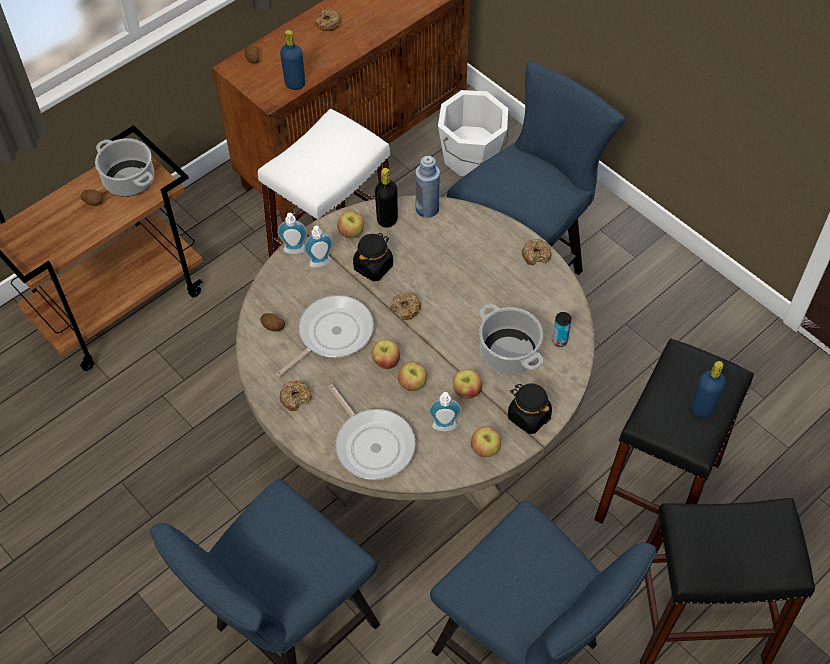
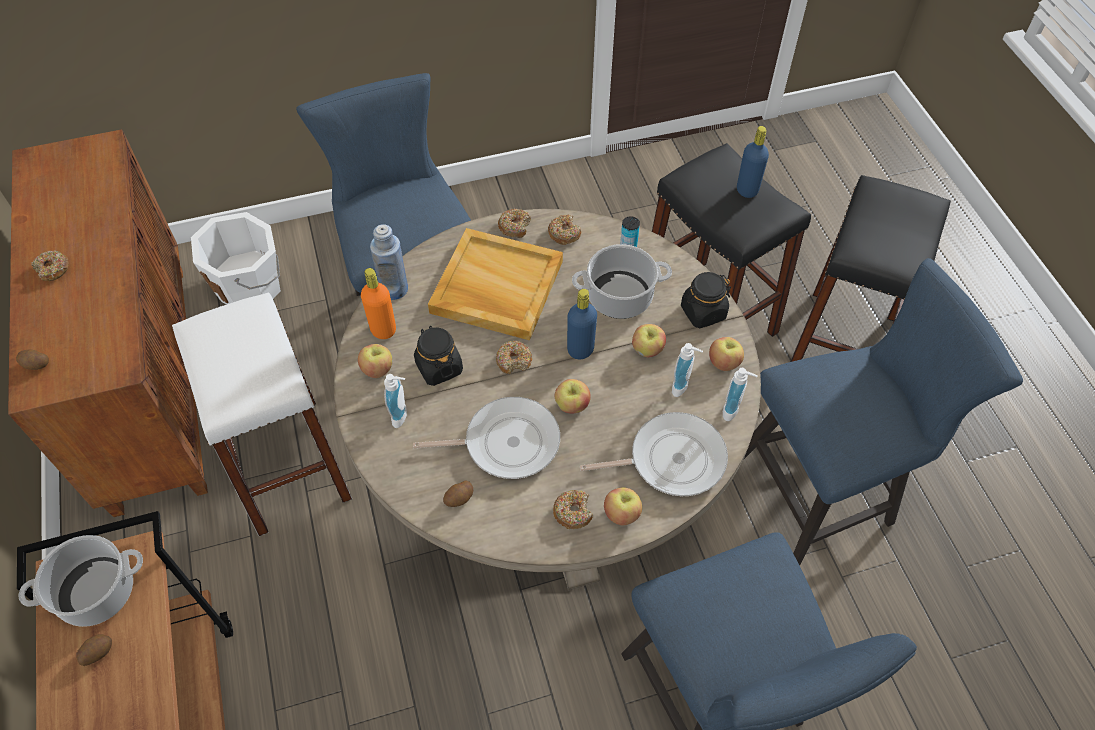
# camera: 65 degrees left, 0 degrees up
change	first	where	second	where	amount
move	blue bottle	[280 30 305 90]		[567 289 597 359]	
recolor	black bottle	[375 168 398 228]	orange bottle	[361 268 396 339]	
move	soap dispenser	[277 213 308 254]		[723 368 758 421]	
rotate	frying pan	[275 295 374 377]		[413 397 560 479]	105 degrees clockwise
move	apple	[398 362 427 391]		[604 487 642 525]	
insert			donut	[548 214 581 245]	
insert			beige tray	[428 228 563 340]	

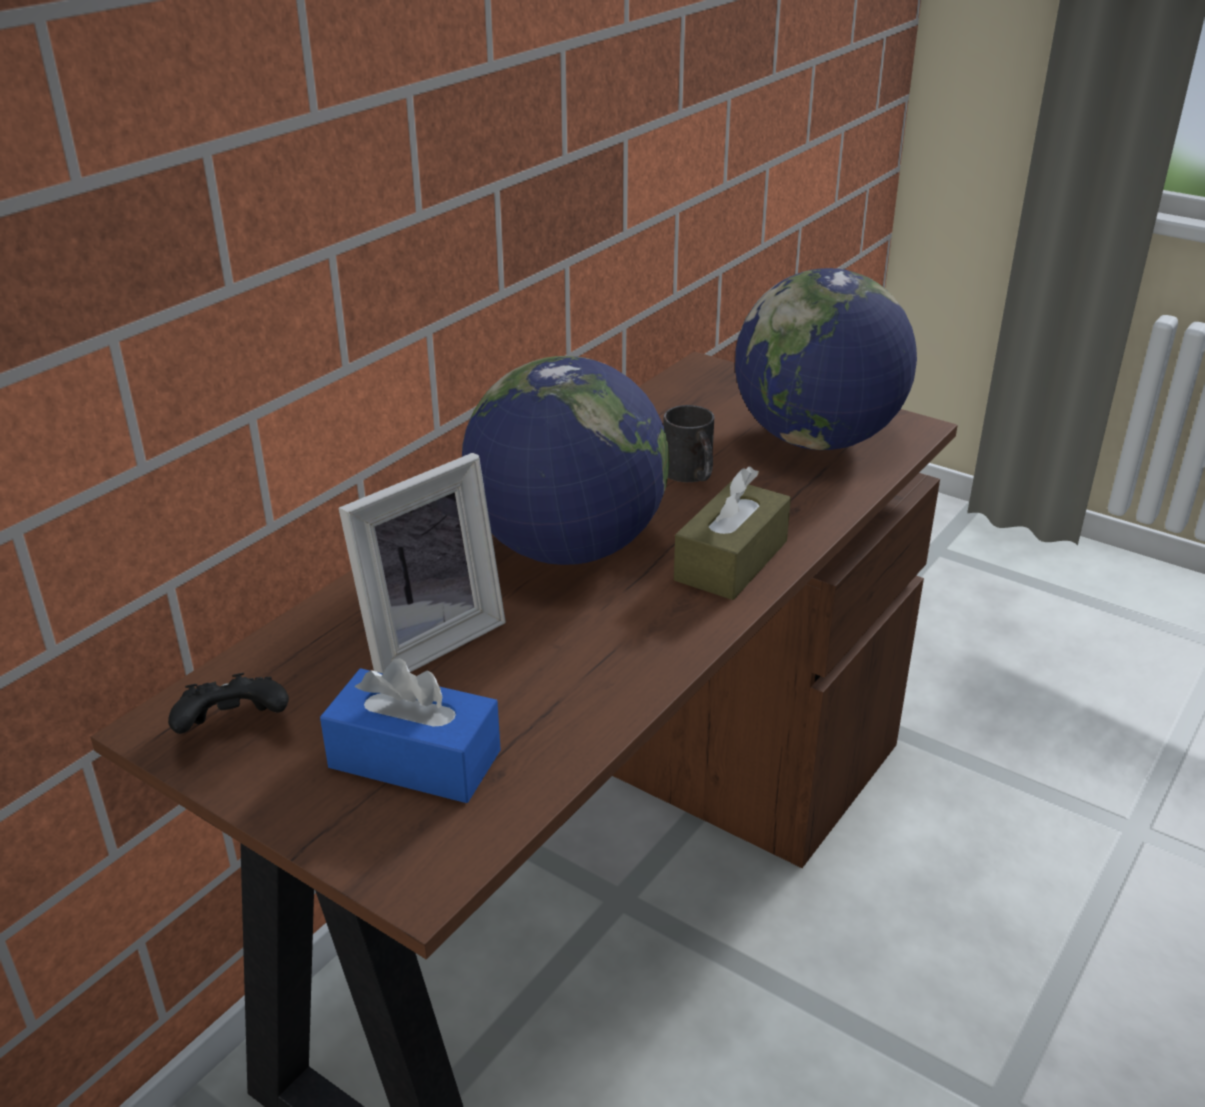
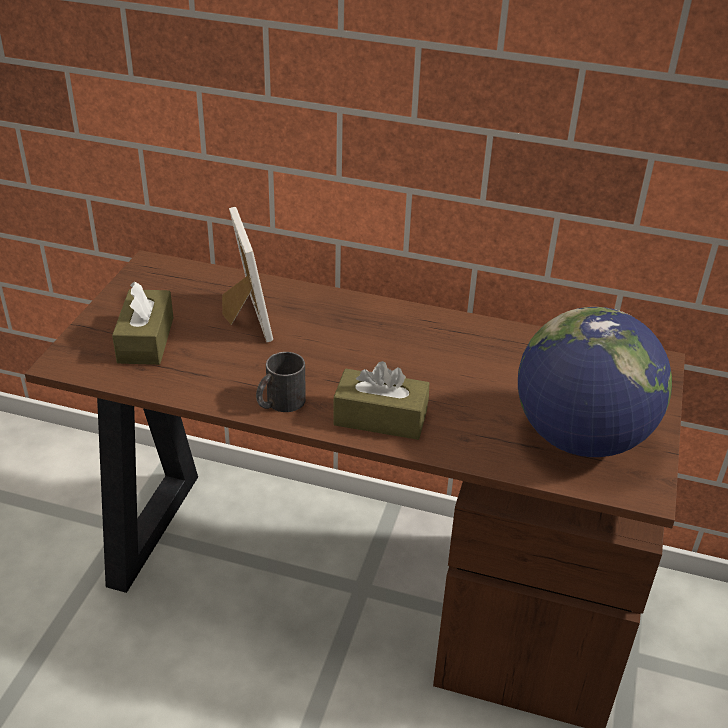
# camera: 70 degrees right, 5 degrees up
change	first	where	second	where	amount
delete	globe	[462 356 669 565]			
move	black mug	[663 405 714 482]		[256 352 306 412]	
rotate	picture frame	[339 453 506 673]		[222 207 273 342]	135 degrees counterclockwise
recolor	blue tissue box	[320 658 501 803]	brown tissue box	[112 282 174 365]	
delete	black game controller	[168 673 289 734]			

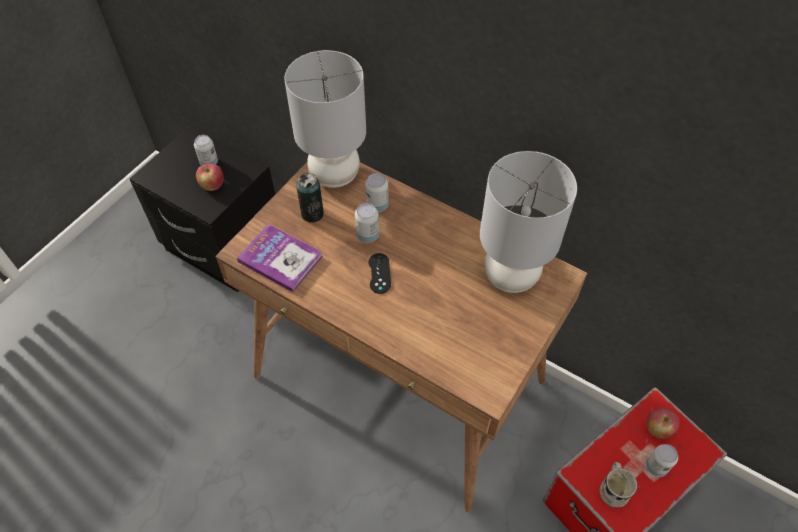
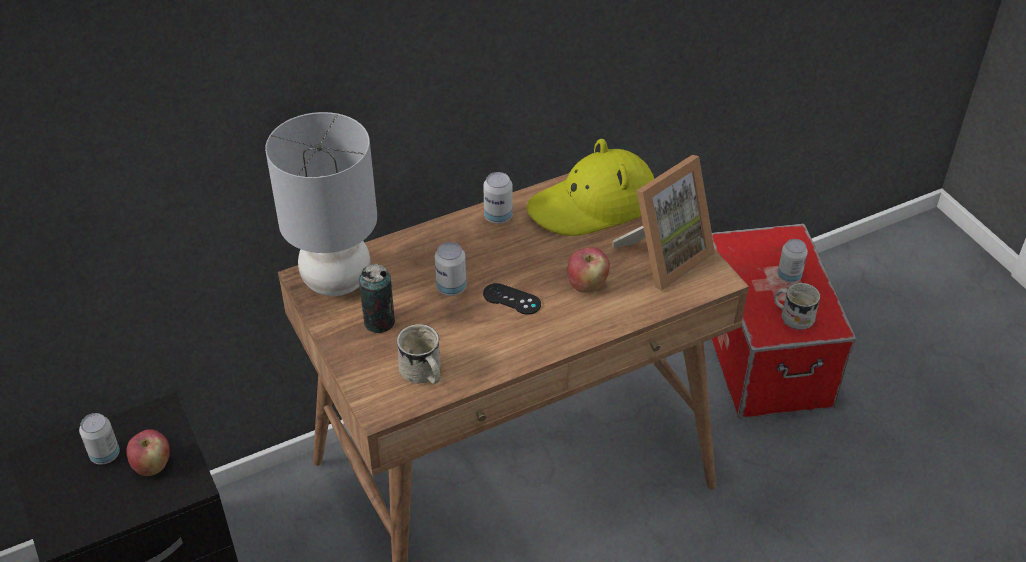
# camera: 60 degrees left, 10 degrees down
change	first	where	second	where	amount
replace	grey table lamp	[480 151 577 293]	yellow hat	[527 139 654 236]	
move	can	[365 173 389 212]		[483 172 513 224]	
replace	book	[237 224 323 292]	white mug	[397 324 441 384]	
move	apple	[646 407 680 439]		[568 247 610 293]	
insert			picture frame	[612 155 715 291]	

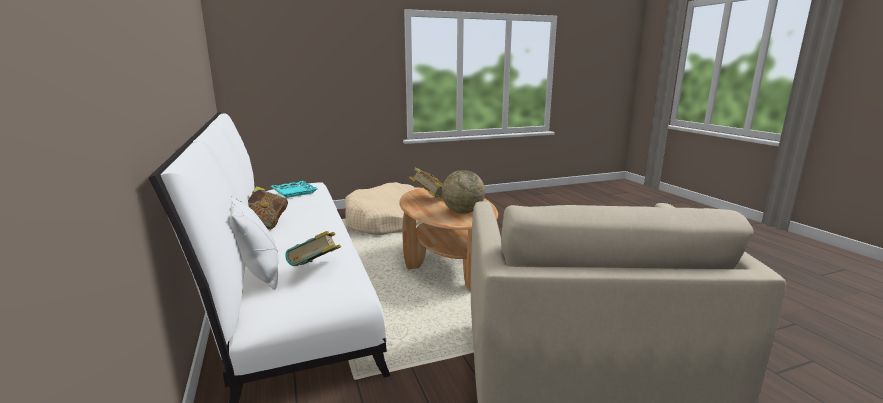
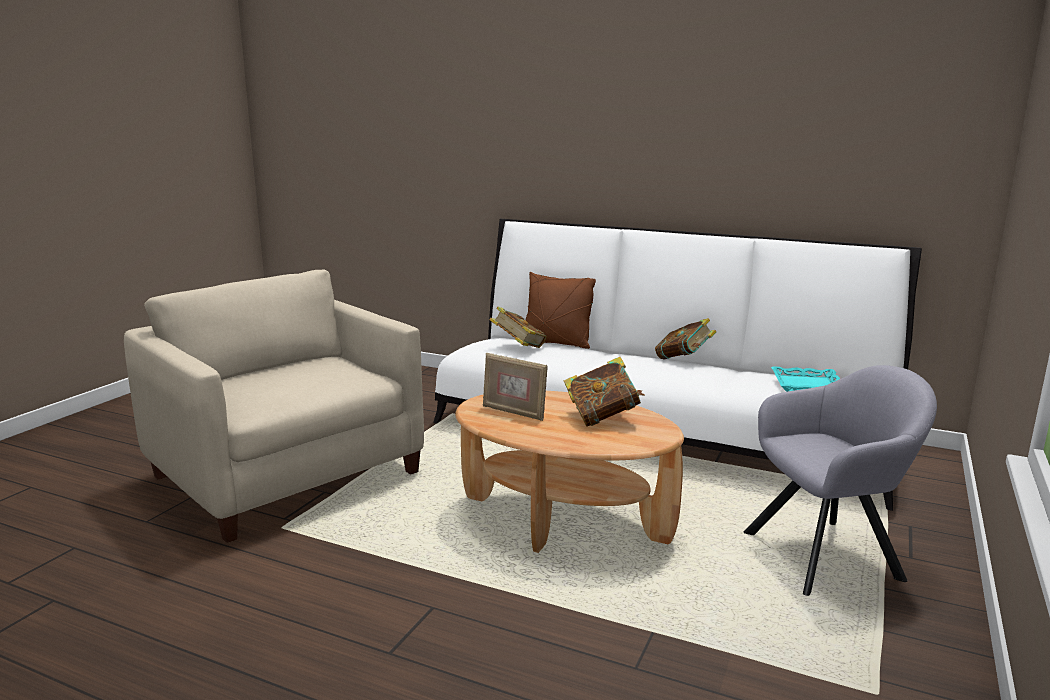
# camera: 135 degrees right, 0 degrees up
change	first	where	second	where	amount
replace	globe	[442 170 485 214]	picture frame	[483 353 548 421]	
replace	beige dog bed	[345 182 422 235]	grey armchair	[744 365 937 596]	
recolor	white pillow	[230 195 278 290]	brown pillow	[526 272 596 349]	

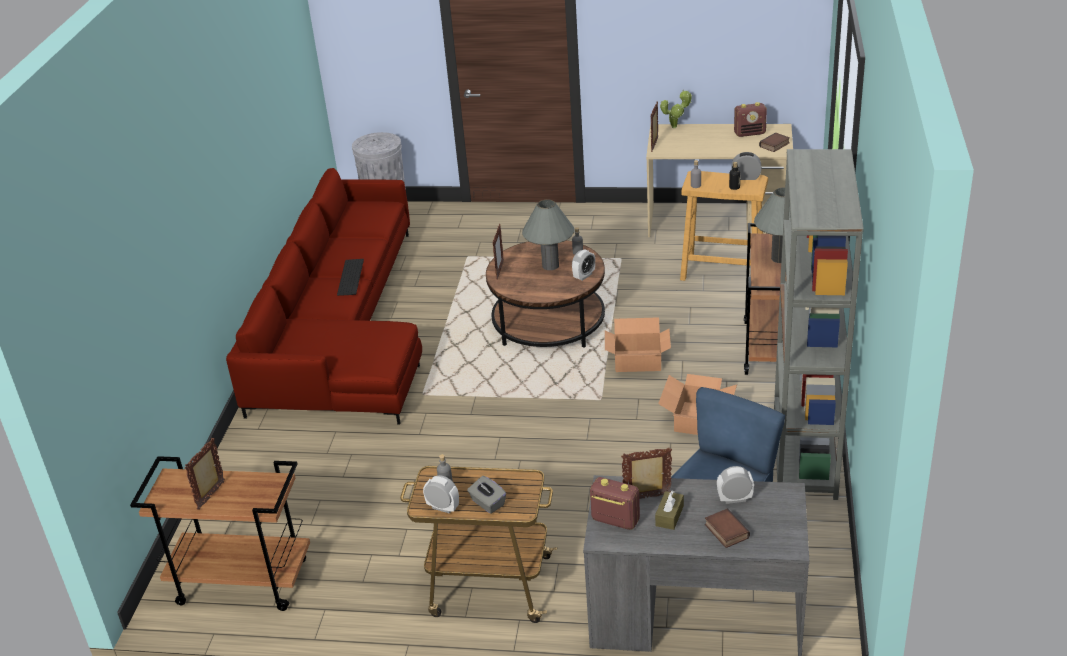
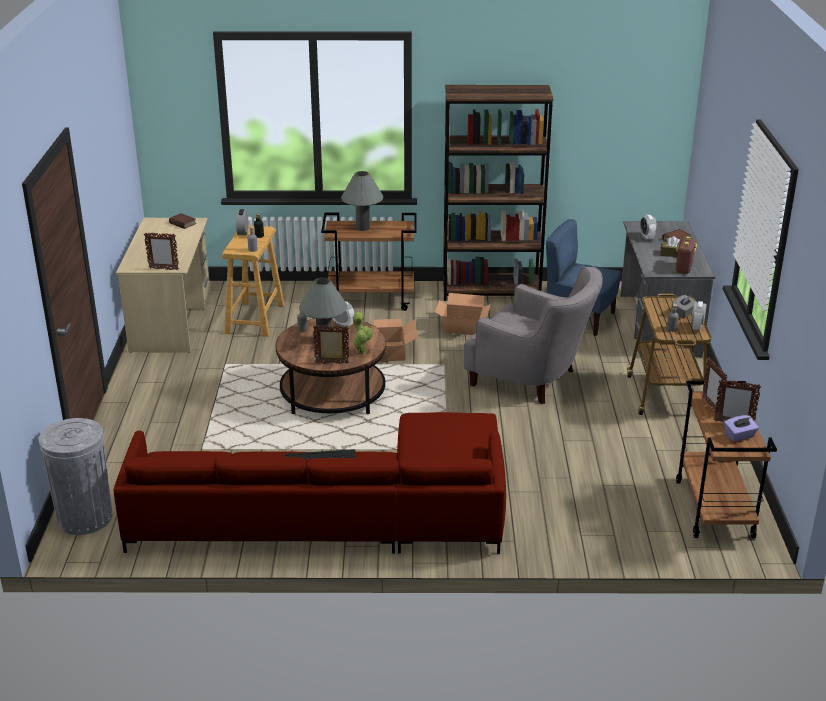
# camera: 100 degrees left, 5 degrees down
change	first	where	second	where	amount
move	potted plant	[660 90 692 128]		[352 312 373 354]	
delete	radio	[734 102 767 137]			
recolor	grey bookcase	[774 149 864 500]	brown bookcase	[443 85 554 301]	
move	picture frame	[621 448 672 499]		[702 357 727 413]	
insert			grey armchair	[463 267 603 404]	
insert			purple tissue box	[724 415 759 442]	

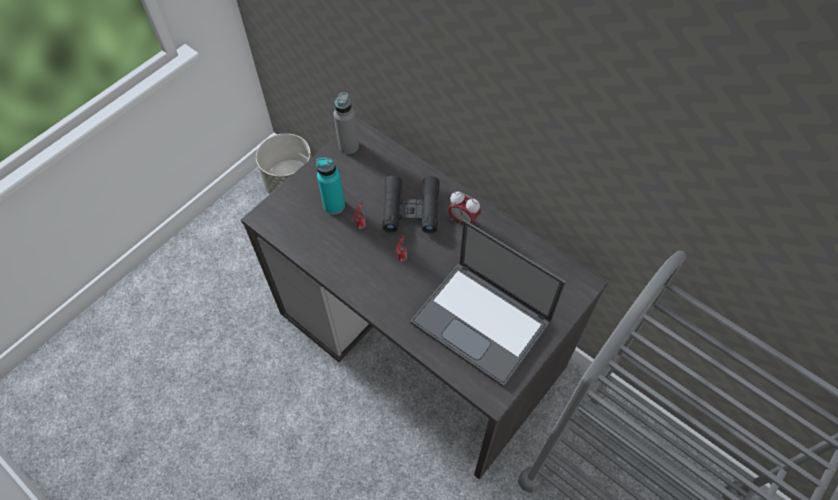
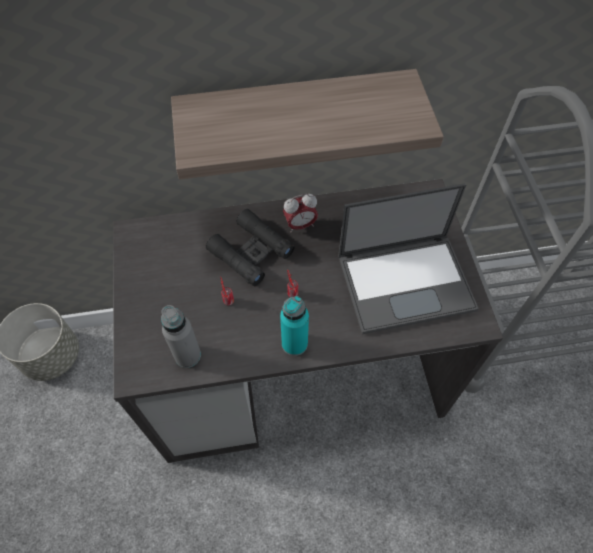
# camera: 50 degrees left, 0 degrees up
change	first	where	second	where	amount
move	grey bottle	[333 92 359 154]		[161 305 201 368]	
move	turquoise bottle	[316 157 345 214]		[280 296 309 356]	
insert			shelf	[171 69 444 179]	

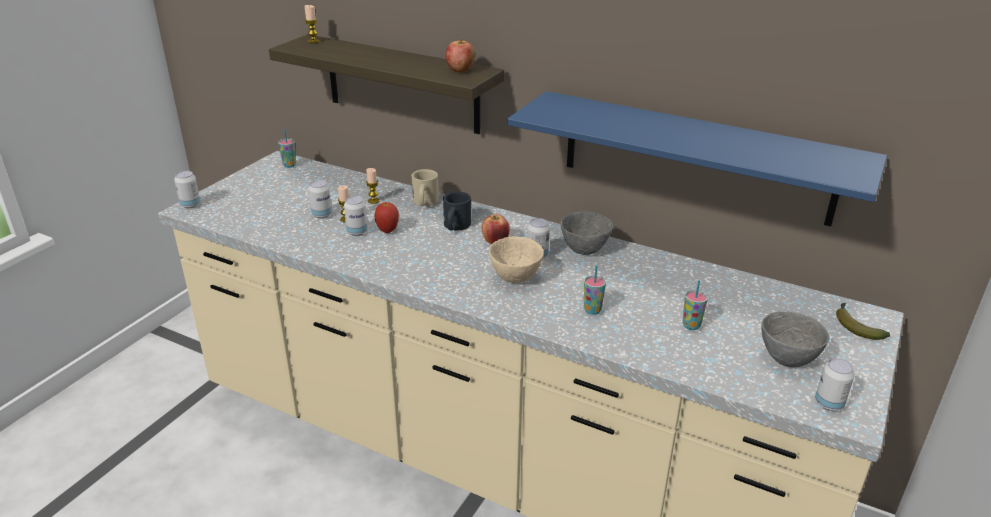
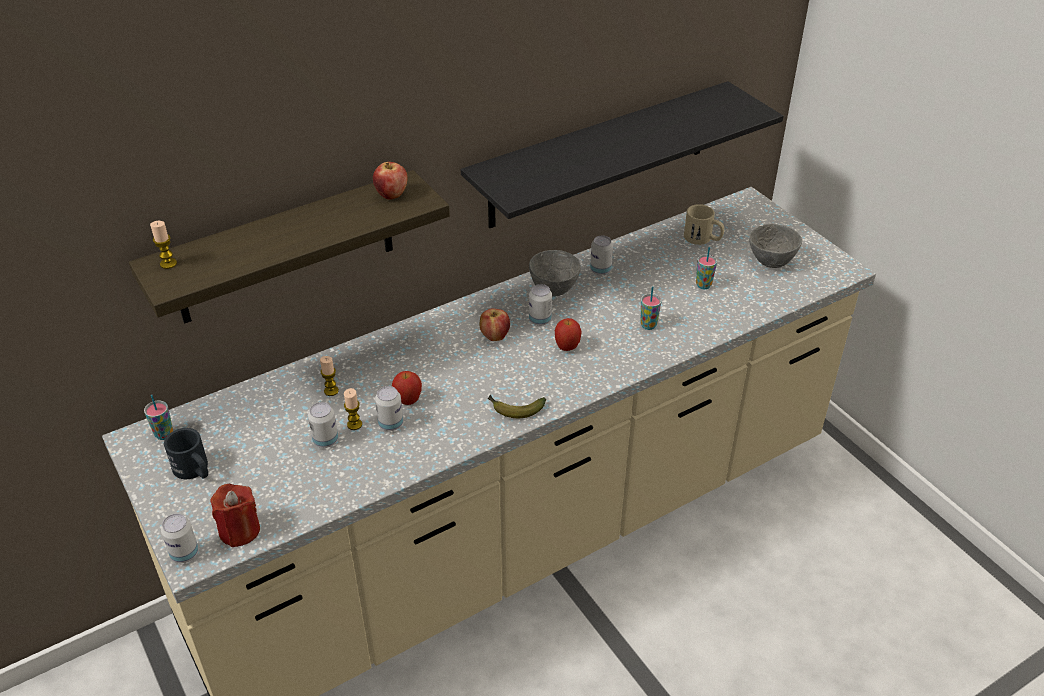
# camera: 60 degrees left, 10 degrees up
change	first	where	second	where	amount
recolor	blue shelf	[507 91 887 226]	black shelf	[461 81 783 228]	
move	beige mug	[412 169 439 206]		[684 204 724 245]	
move	black mug	[443 192 471 231]		[164 428 208 479]	
replace	beige bowl	[489 236 544 283]	apple	[555 318 582 351]	
move	banana	[836 303 890 340]		[488 395 546 418]	
move	can	[815 358 855 411]		[590 236 613 275]	
insert			red candle	[210 484 260 547]	

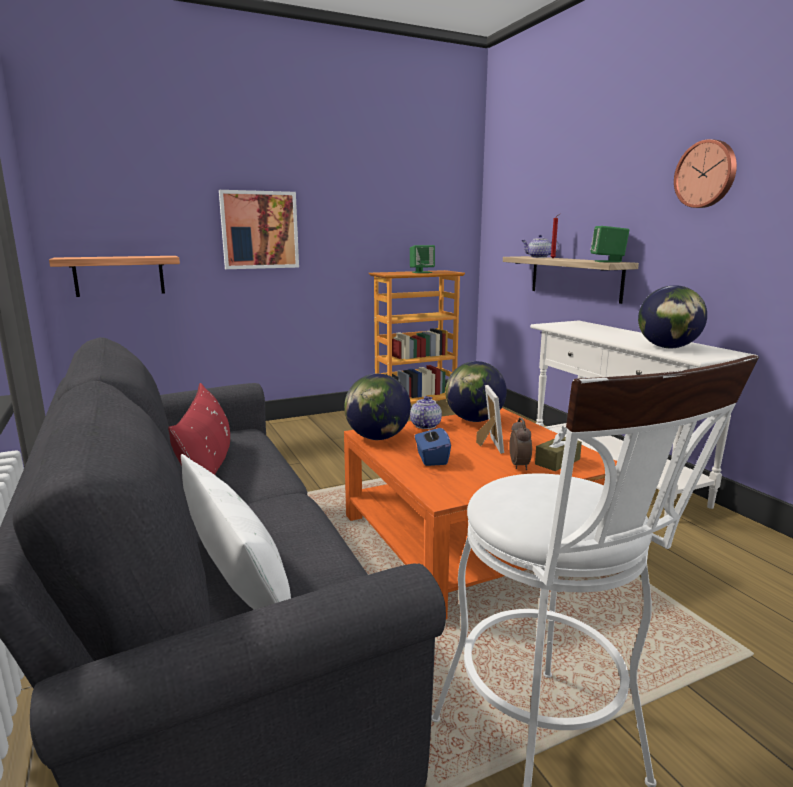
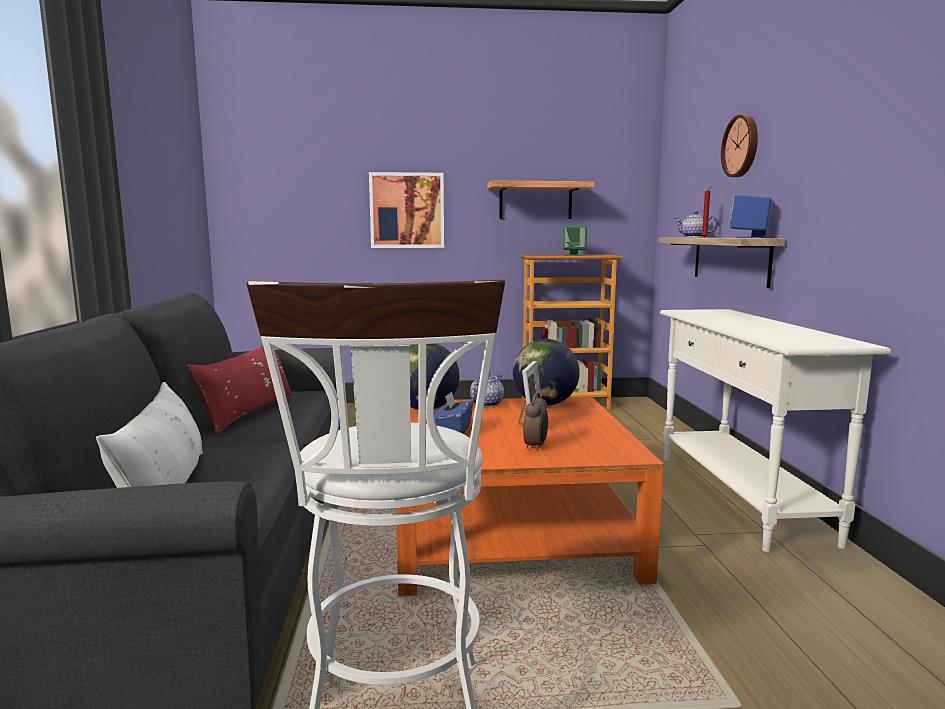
# camera: 20 degrees right, 5 degrees down
change	first	where	second	where	amount
move	wall clock	[674 139 737 208]		[721 115 758 177]	
recolor	green speaker	[590 226 629 262]	blue speaker	[730 195 772 238]	
move	shelf	[49 256 180 297]		[487 181 595 219]	
delete	globe	[638 285 707 348]			
delete	brown tissue box	[535 426 582 471]			

